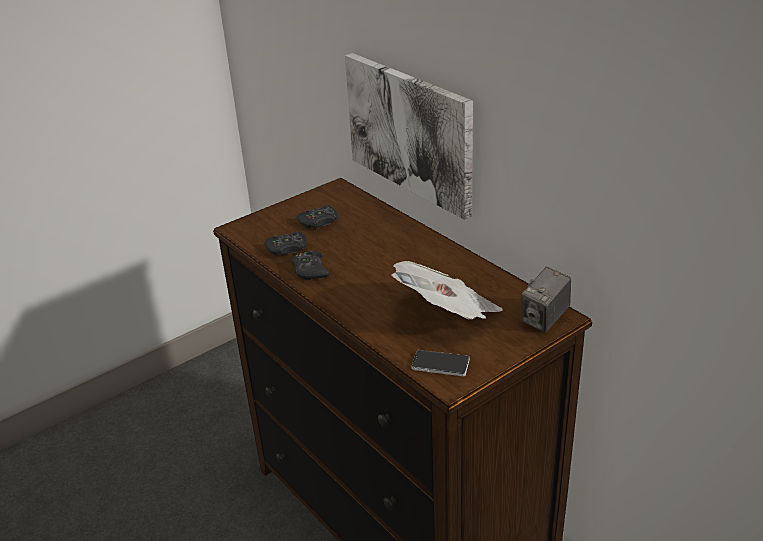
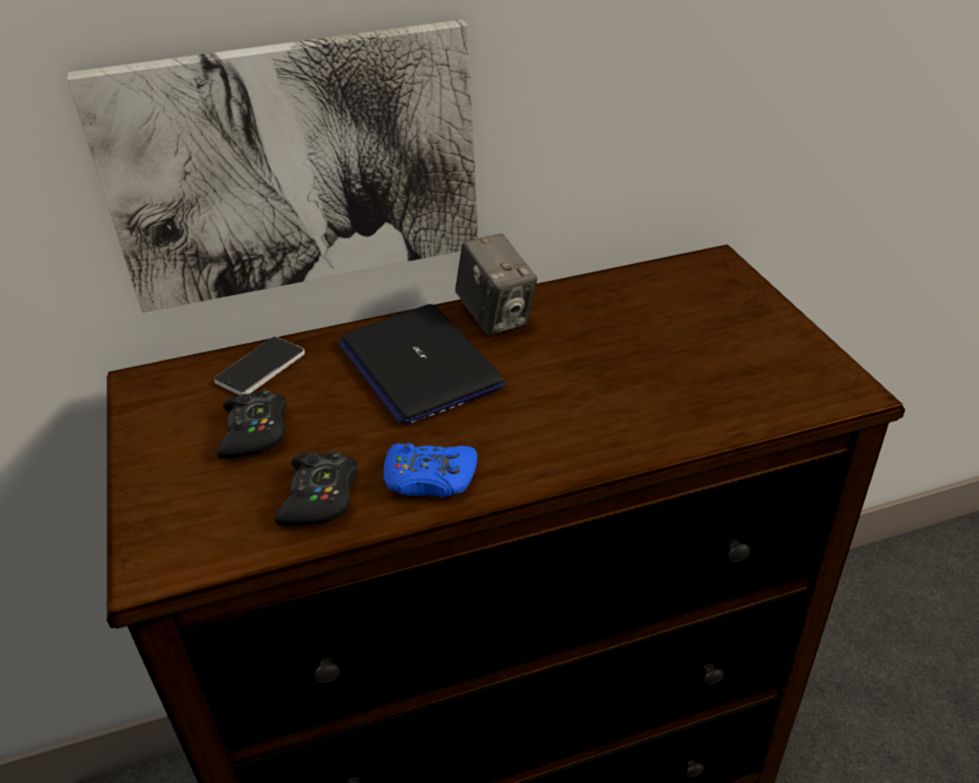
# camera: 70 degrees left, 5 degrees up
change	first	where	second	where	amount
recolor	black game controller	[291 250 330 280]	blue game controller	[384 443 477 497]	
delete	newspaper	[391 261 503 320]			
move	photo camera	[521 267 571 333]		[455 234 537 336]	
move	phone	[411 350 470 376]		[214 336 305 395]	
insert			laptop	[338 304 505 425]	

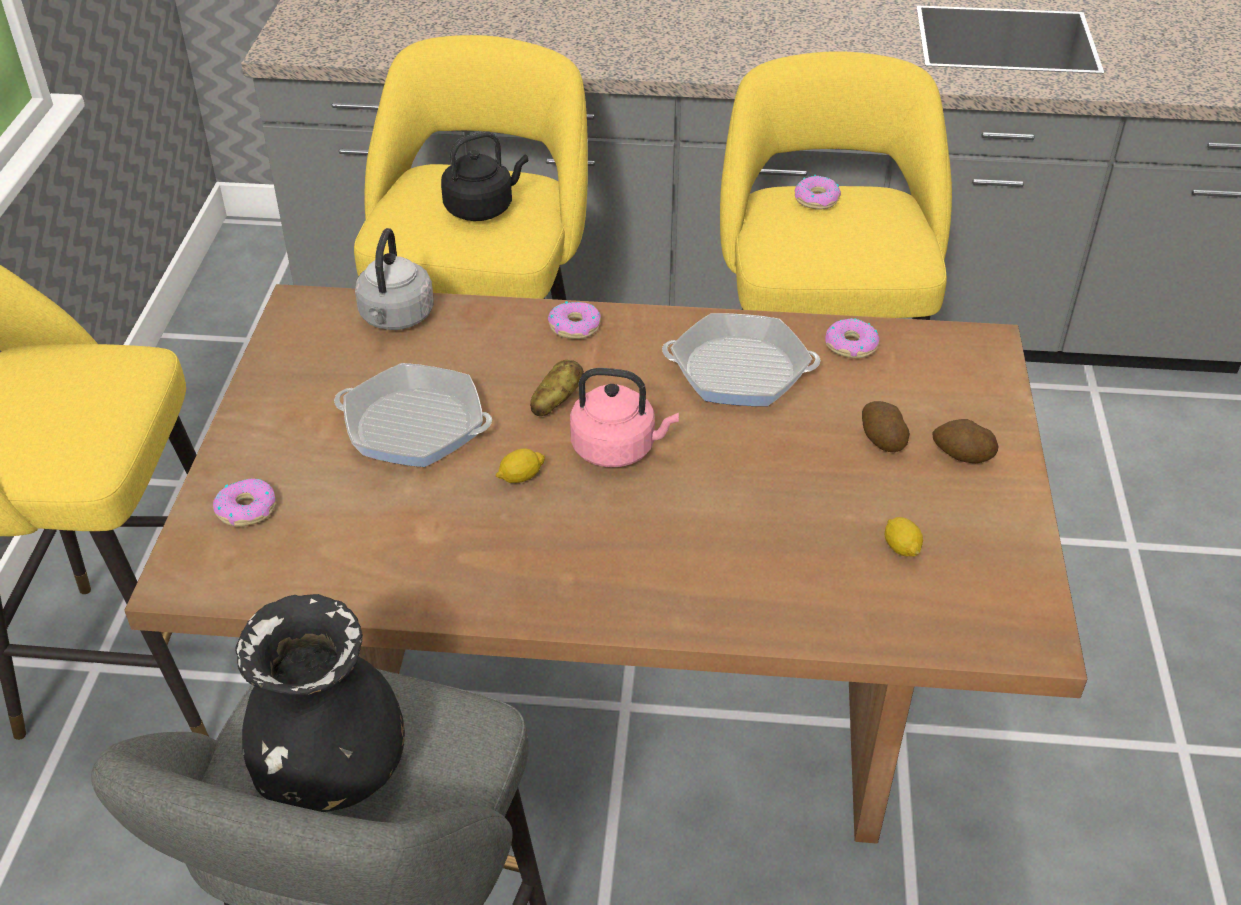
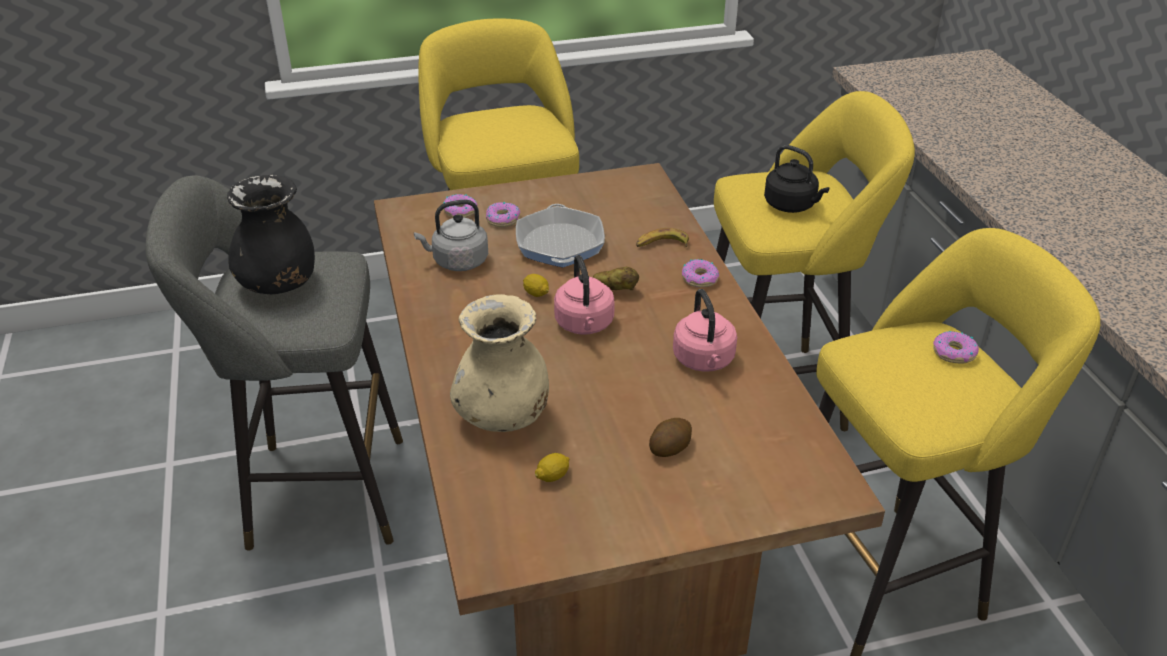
# camera: 70 degrees right, 5 degrees down
change	first	where	second	where	amount
move	grey kettle	[355 228 434 330]		[414 200 488 271]	
replace	frying pan	[662 313 821 406]	pink kettle	[673 289 737 372]	
move	donut	[825 318 880 358]		[486 202 520 227]	
delete	potato	[932 419 998 463]			
insert			banana	[636 228 689 247]	
insert			beige vase	[450 294 549 432]	

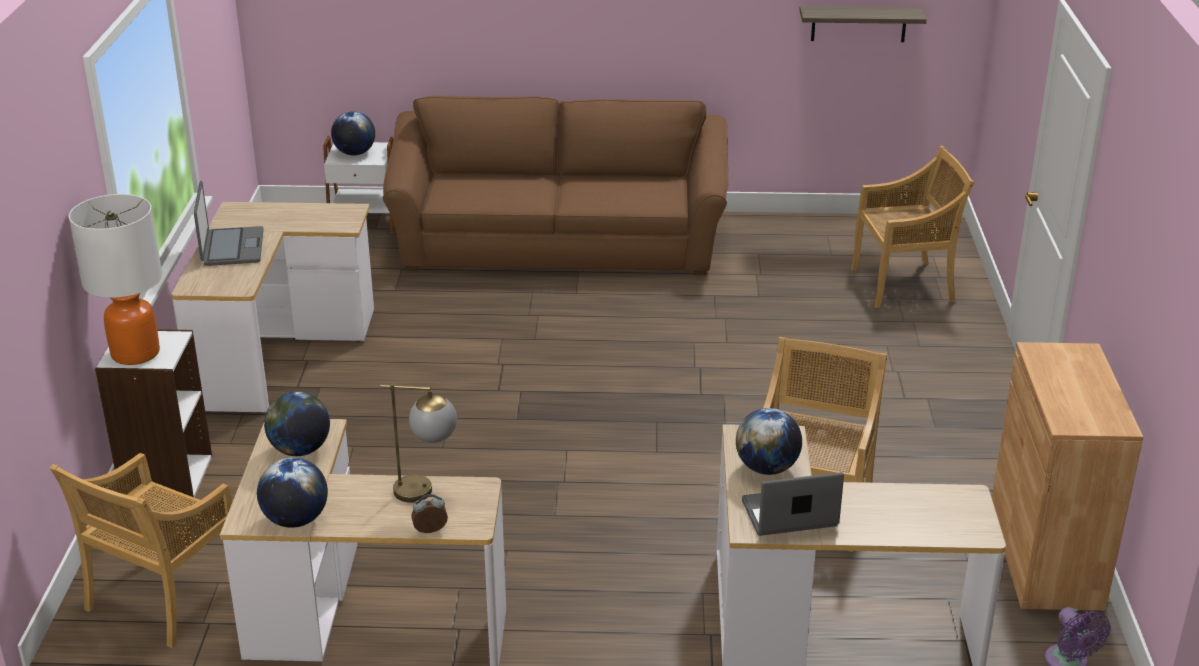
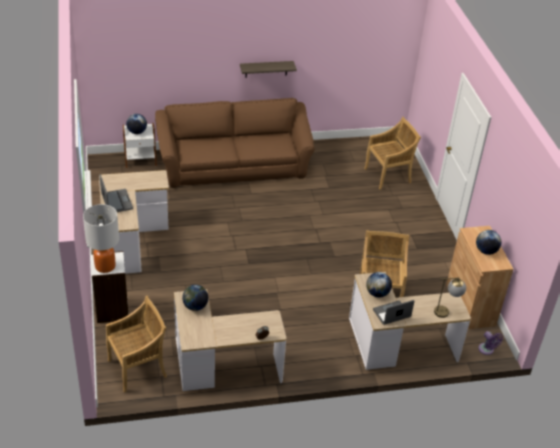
# camera: 15 degrees left, 10 degrees up
change	first	where	second	where	amount
move	shelf	[800 6 927 42]		[240 61 297 78]	
move	table lamp	[380 384 457 503]		[434 278 466 318]	
rotate	beige chair	[50 453 232 648]		[106 296 167 393]	135 degrees counterclockwise
move	globe	[257 457 328 528]		[476 230 501 255]	

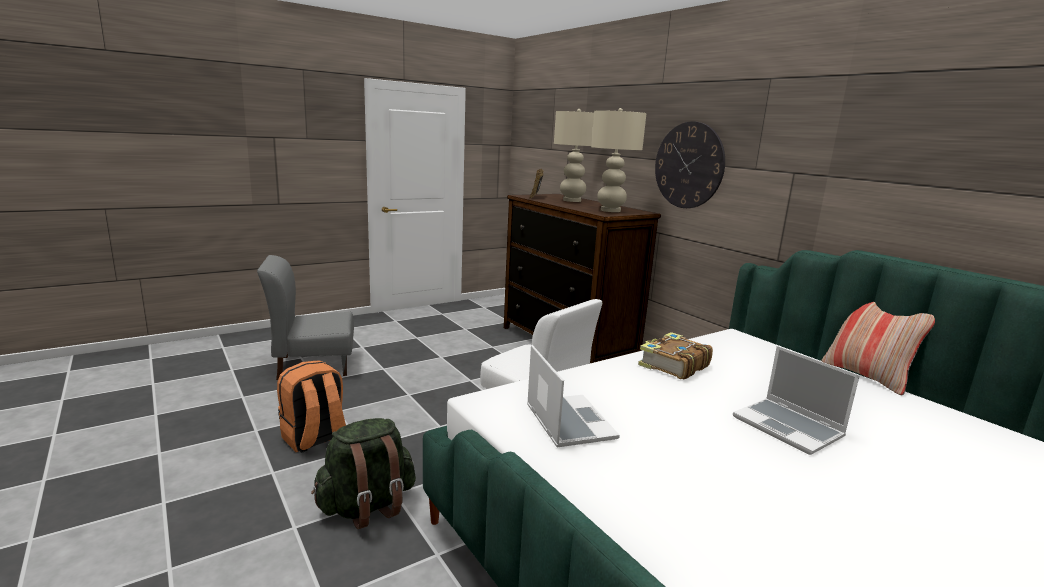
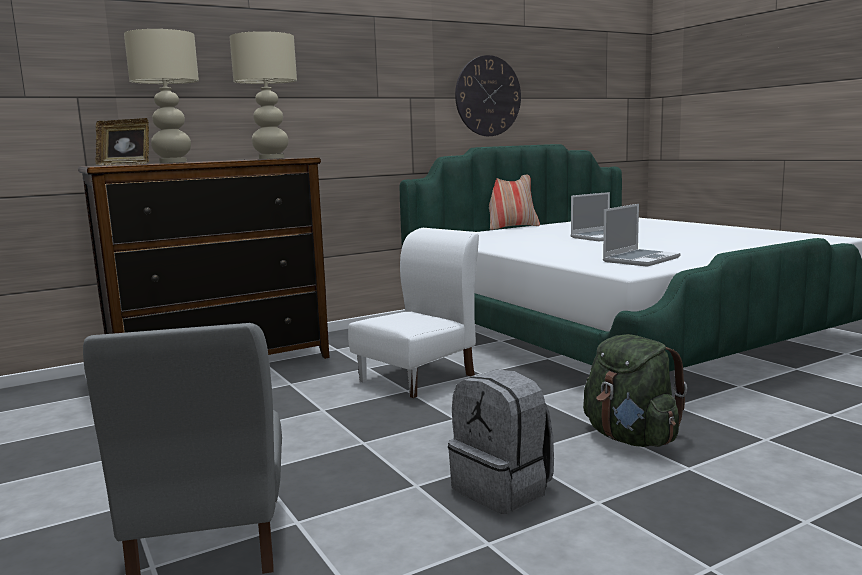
# camera: 85 degrees left, 5 degrees down
change	first	where	second	where	amount
move	wall clock	[655 121 725 208]		[455 55 521 136]	
delete	book	[638 332 713 379]			
rotate	laptop	[527 345 620 447]		[603 204 681 267]	150 degrees clockwise
recolor	orange backpack	[277 360 346 453]	grey backpack	[448 369 554 514]	

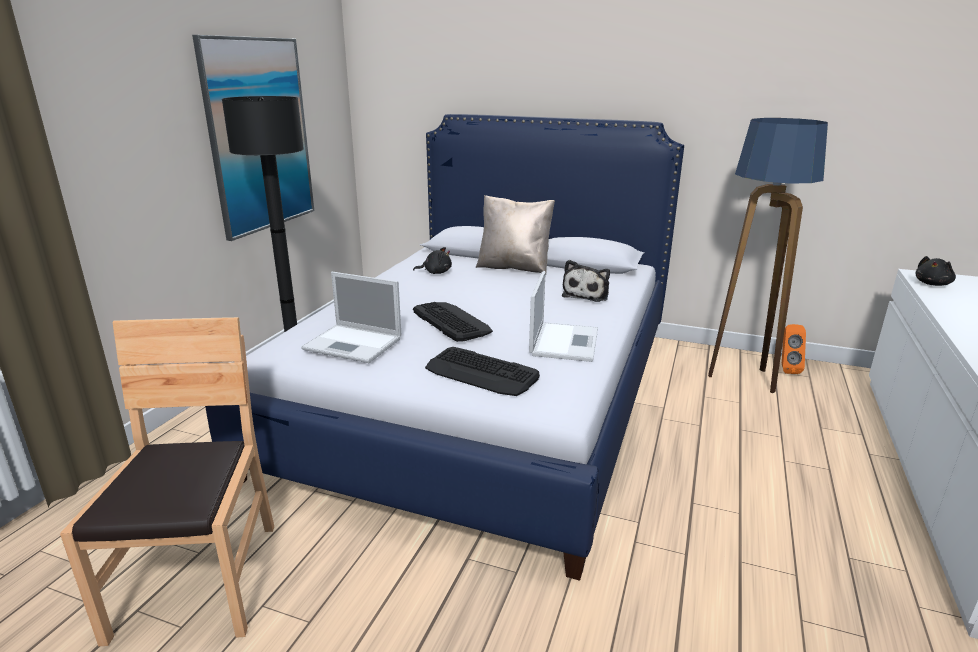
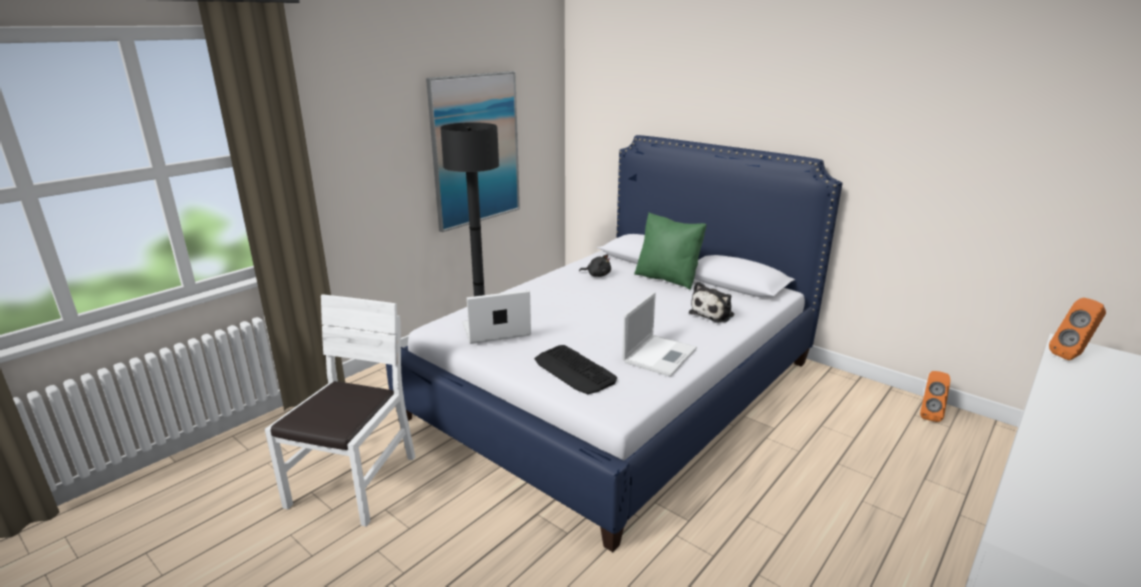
# camera: 20 degrees right, 0 degrees up
change	first	where	second	where	amount
delete	floor lamp	[708 118 828 393]			
recolor	beige pillow	[476 195 555 275]	green pillow	[634 213 707 290]	
replace	black plush toy	[916 256 956 286]	orange speaker	[1049 298 1106 360]	
rotate	laptop	[301 272 401 363]		[462 290 531 344]	120 degrees clockwise
delete	keyboard	[413 302 493 342]			
recolor	brown chair	[60 317 274 646]	white chair	[265 294 415 527]	

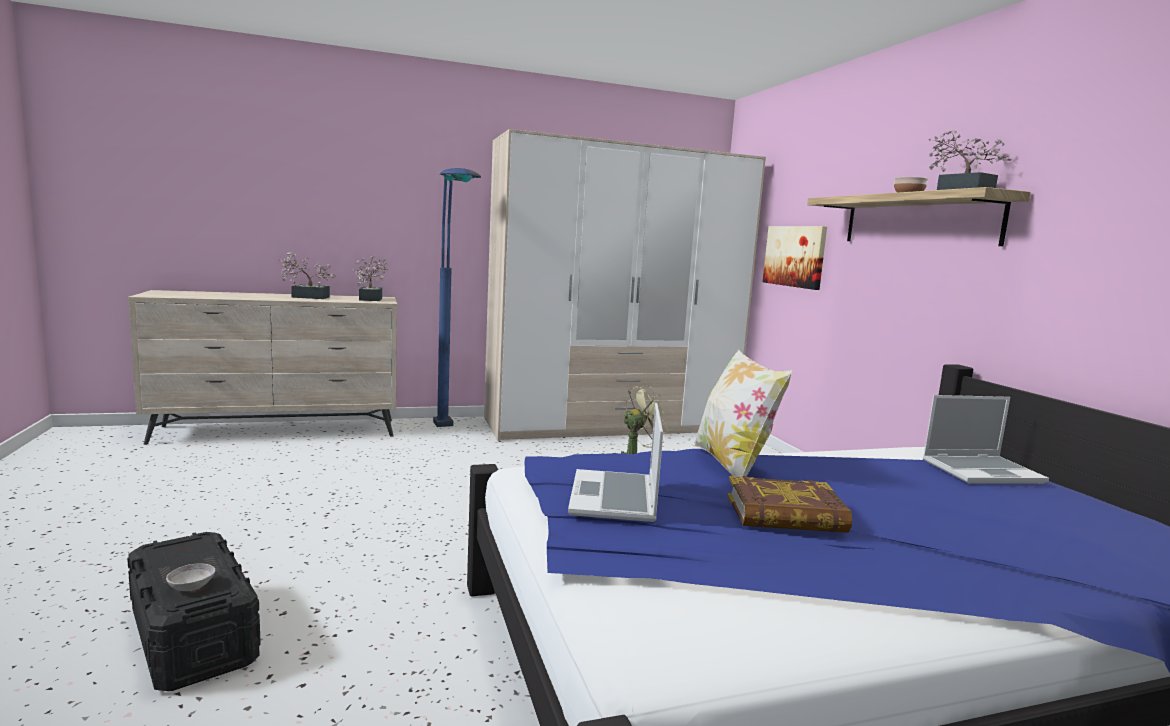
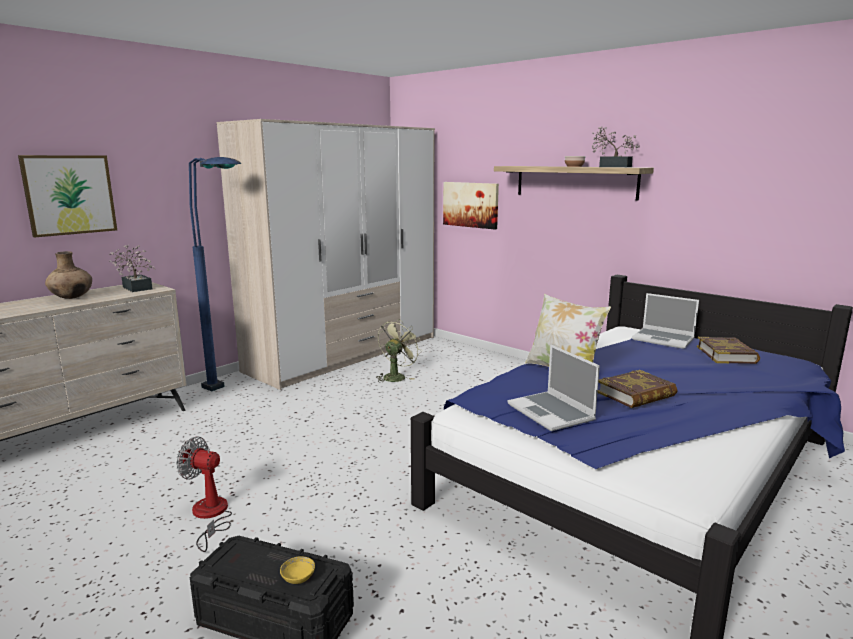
# camera: 30 degrees left, 5 degrees up
change	first	where	second	where	amount
replace	potted plant	[279 252 335 299]	brown vase	[45 251 92 299]	
rotate	laptop	[923 395 1049 484]		[632 293 699 349]	75 degrees clockwise
recolor	grey bowl	[166 563 215 591]	yellow bowl	[280 556 315 584]	
insert			picture	[18 155 117 238]	
insert			book	[697 337 760 364]	
insert			fan	[176 437 232 552]	

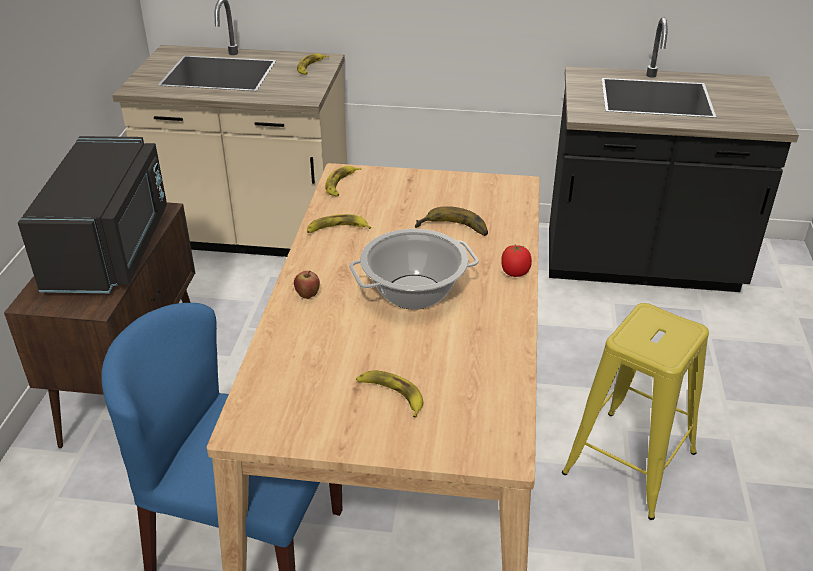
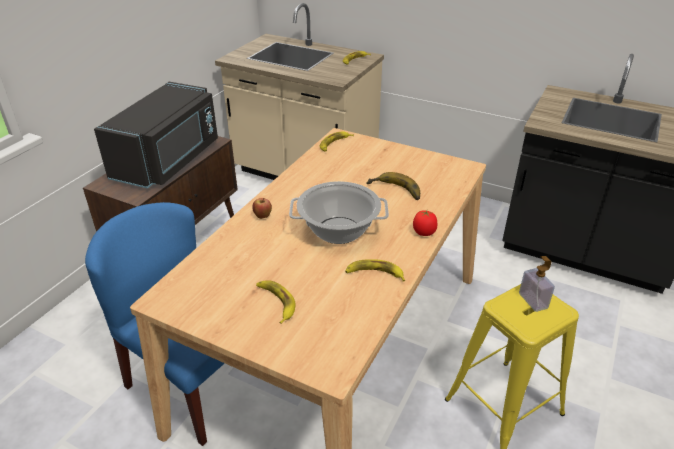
# camera: 20 degrees right, 0 degrees up
change	first	where	second	where	amount
move	banana	[307 214 371 233]		[345 259 405 281]	
insert			soap dispenser	[519 256 555 312]	

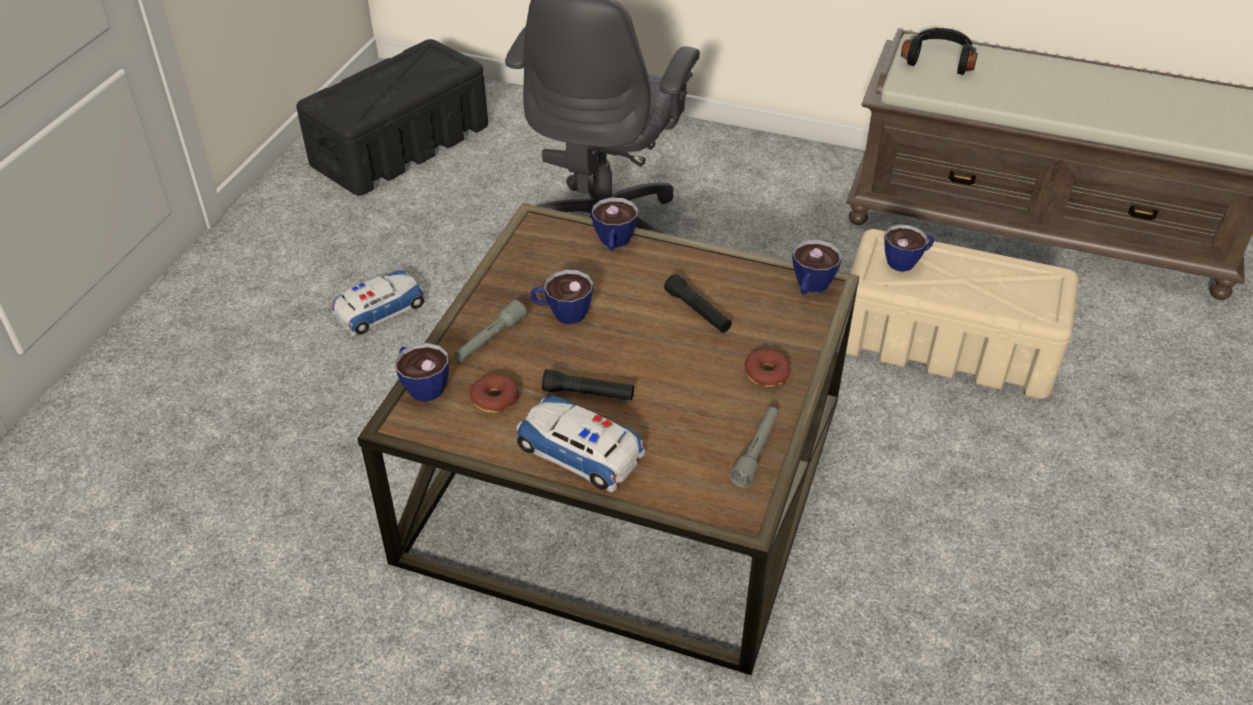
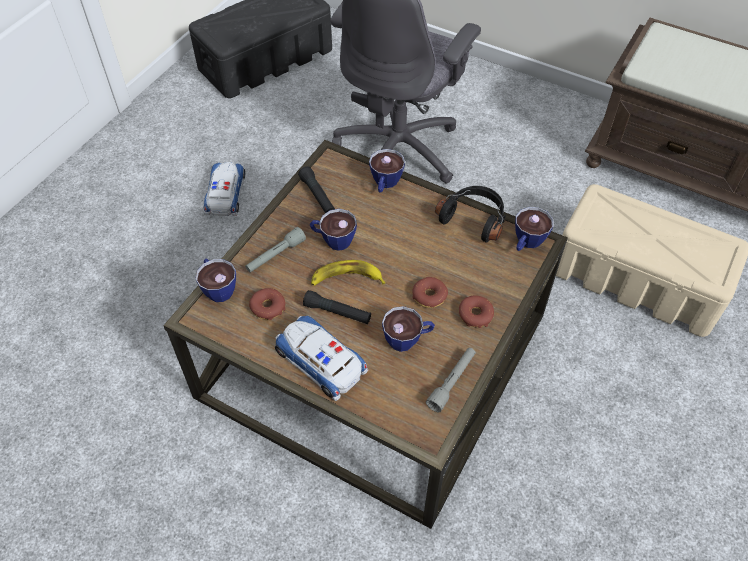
# camera: 10 degrees right, 10 degrees up
change	first	where	second	where	amount
move	black headphones	[901 28 978 75]		[435 186 506 243]	
move	cup	[885 224 934 272]		[382 306 435 352]	
rotate	toy car	[331 270 425 336]		[204 162 245 216]	60 degrees counterclockwise
move	black flashlight	[664 274 732 333]		[298 166 335 213]	
insert			banana	[311 260 385 286]	
insert			donut	[412 277 448 308]	

